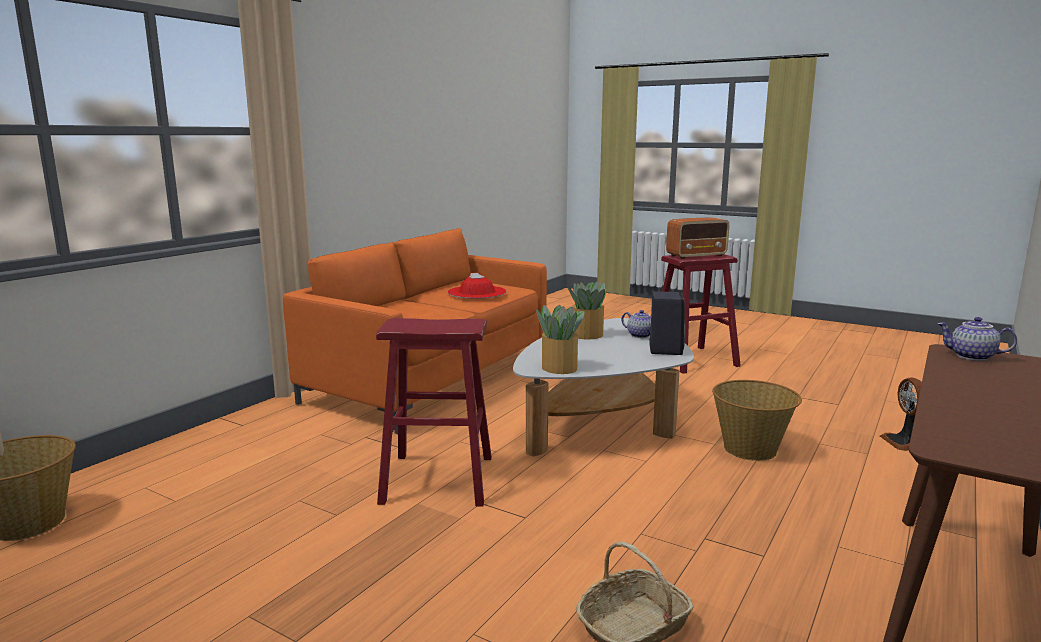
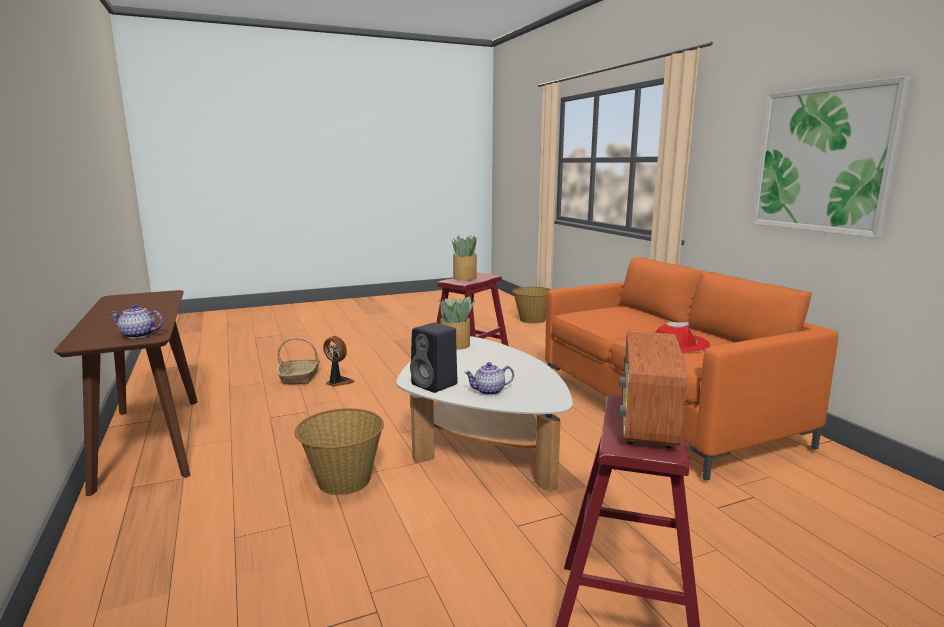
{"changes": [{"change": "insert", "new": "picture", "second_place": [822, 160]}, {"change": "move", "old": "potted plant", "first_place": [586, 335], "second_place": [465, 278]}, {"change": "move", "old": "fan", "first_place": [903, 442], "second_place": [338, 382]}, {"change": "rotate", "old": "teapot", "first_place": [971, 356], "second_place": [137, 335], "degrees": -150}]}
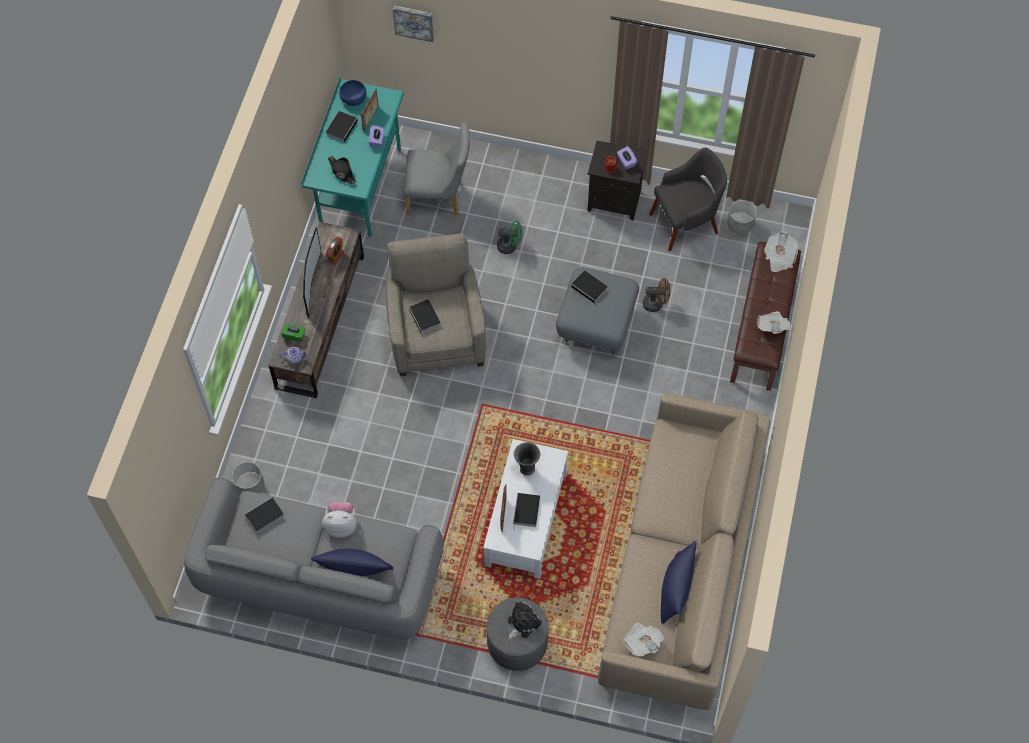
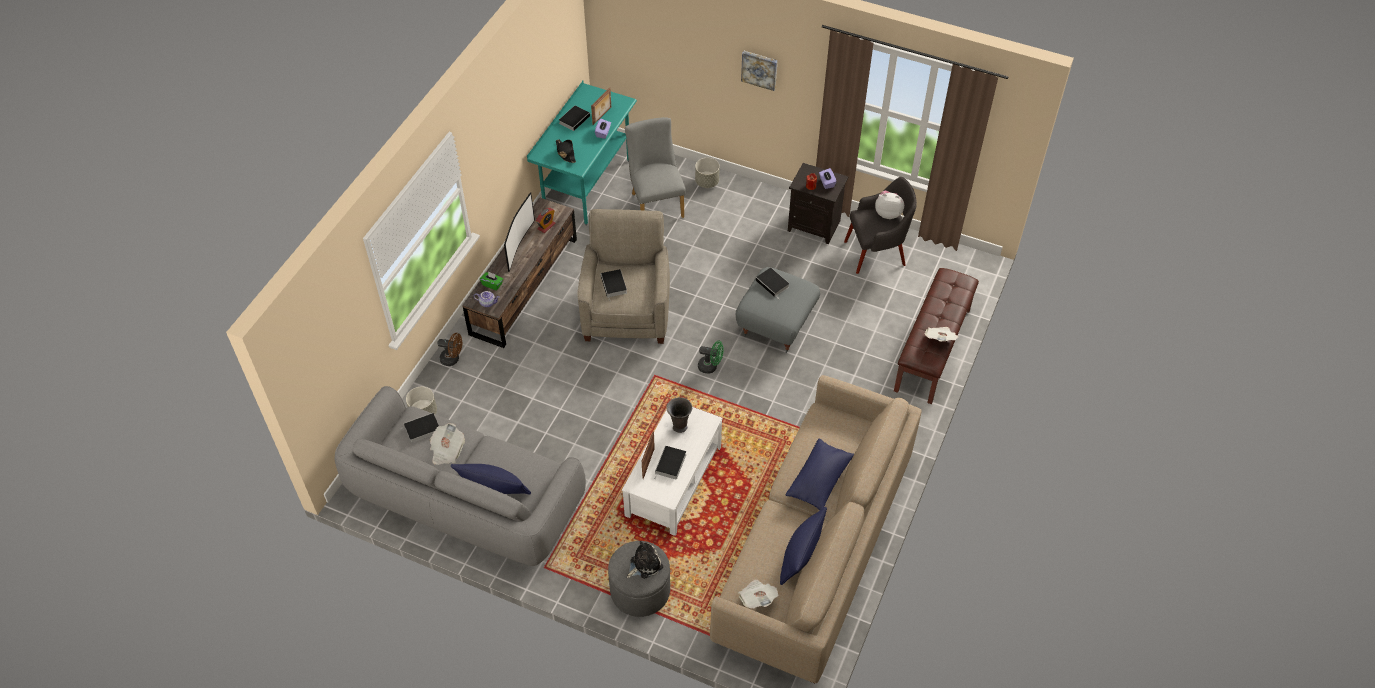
{"changes": [{"change": "delete", "old": "bowl/blue", "first_place": [353, 99]}, {"change": "insert", "new": "pillow/blue", "second_place": [819, 480]}, {"change": "move", "old": "plush toy", "first_place": [341, 525], "second_place": [888, 213]}, {"change": "move", "old": "picture", "first_place": [414, 22], "second_place": [759, 69]}, {"change": "move", "old": "fan/green", "first_place": [510, 246], "second_place": [710, 366]}, {"change": "move", "old": "fan/brown", "first_place": [656, 303], "second_place": [453, 359]}, {"change": "move", "old": "planter/grey", "first_place": [740, 225], "second_place": [707, 182]}, {"change": "move", "old": "newspaper", "first_place": [779, 257], "second_place": [447, 450]}, {"change": "rotate", "old": "chair/grey", "first_place": [439, 197], "second_place": [656, 202], "degrees": -120}]}
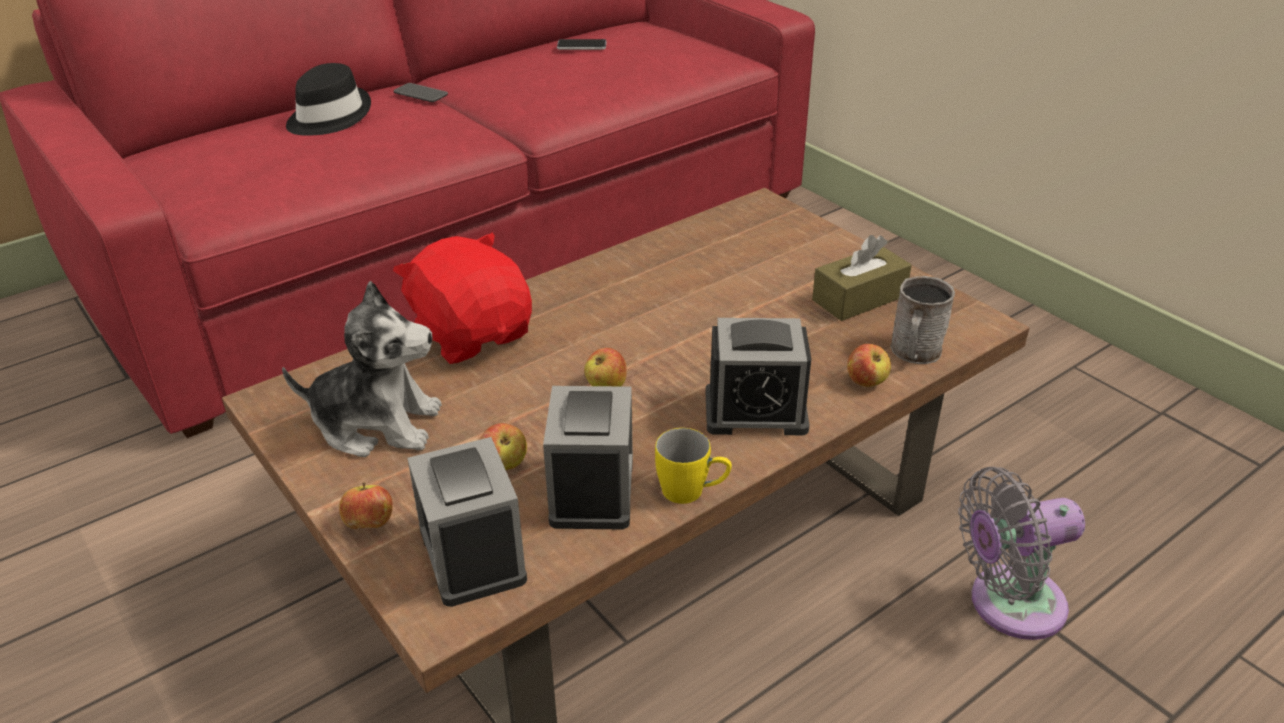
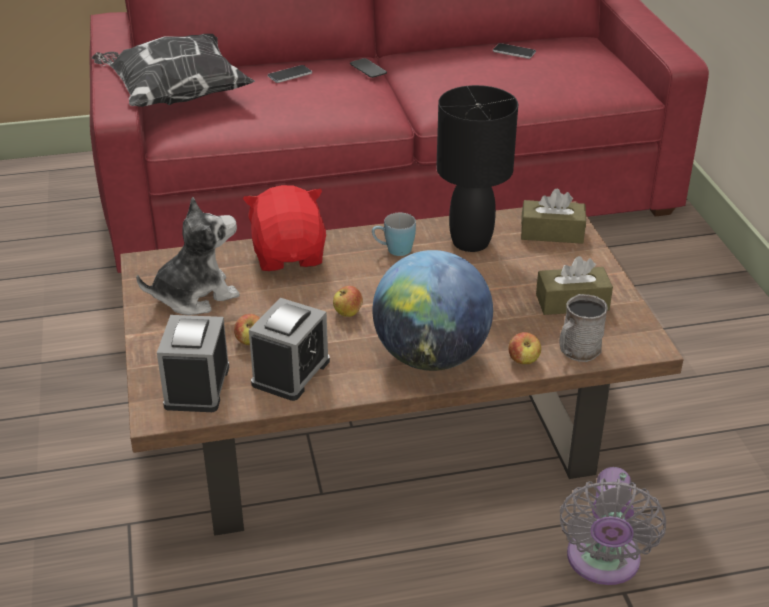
{"changes": [{"change": "delete", "old": "apple", "first_place": [370, 524]}, {"change": "delete", "old": "mug/yellow", "first_place": [692, 492]}, {"change": "insert", "new": "pillow", "second_place": [174, 96]}, {"change": "insert", "new": "mug/blue", "second_place": [393, 250]}, {"change": "insert", "new": "table lamp/black", "second_place": [471, 242]}, {"change": "insert", "new": "tissue box/brown", "second_place": [552, 233]}, {"change": "replace", "old": "hat/black", "new": "phone", "first_place": [328, 117], "second_place": [290, 75]}, {"change": "replace", "old": "alarm clock", "new": "globe", "first_place": [755, 411], "second_place": [431, 357]}, {"change": "rotate", "old": "plush toy", "first_place": [377, 424], "second_place": [195, 295], "degrees": -60}, {"change": "rotate", "old": "fan/grey", "first_place": [1008, 604], "second_place": [602, 563], "degrees": -90}]}
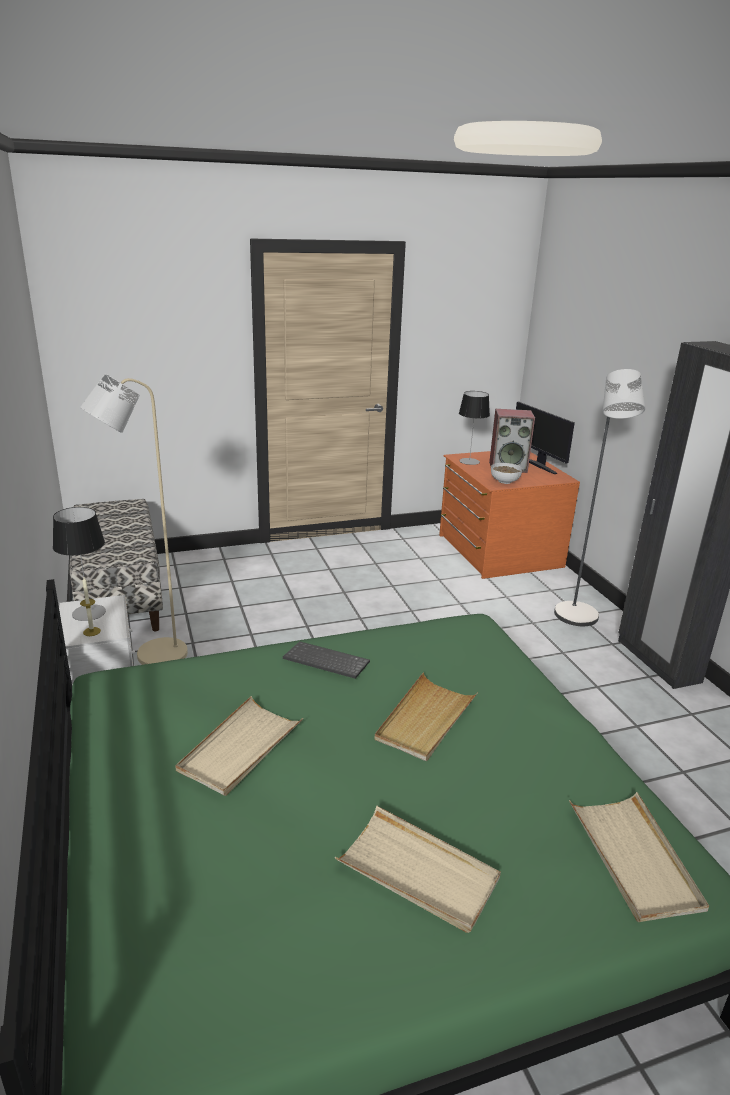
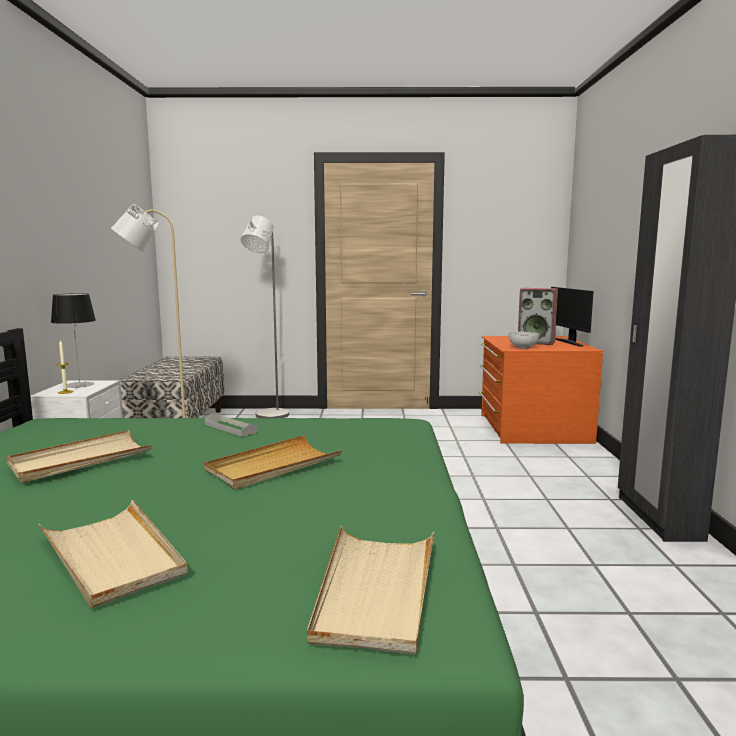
{"changes": [{"change": "delete", "old": "table lamp", "first_place": [469, 461]}, {"change": "move", "old": "floor lamp/grey", "first_place": [577, 619], "second_place": [268, 416]}, {"change": "replace", "old": "keyboard", "new": "tray/grey", "first_place": [324, 662], "second_place": [230, 428]}]}
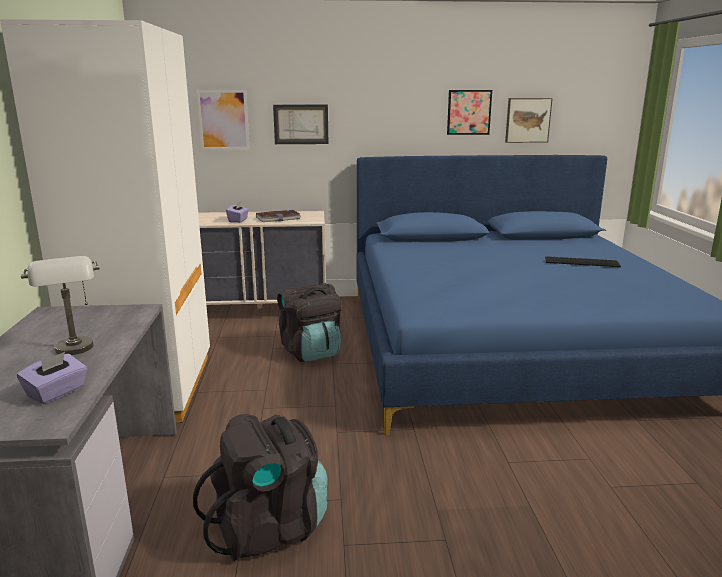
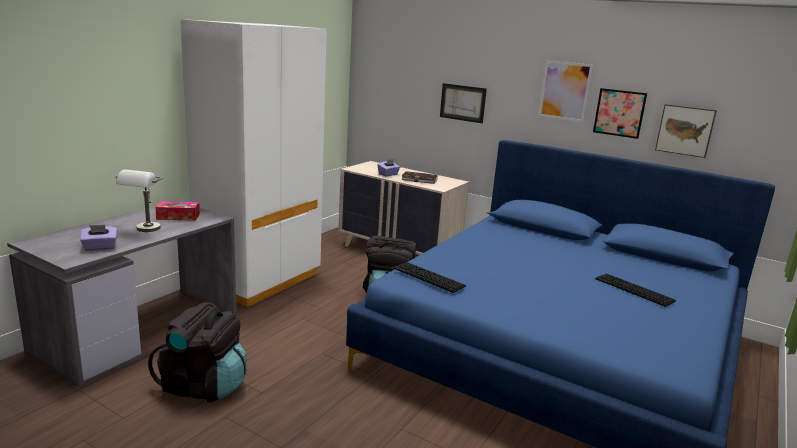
{"changes": [{"change": "insert", "new": "tissue box", "second_place": [178, 216]}, {"change": "insert", "new": "keyboard", "second_place": [428, 277]}, {"change": "move", "old": "picture", "first_place": [223, 120], "second_place": [565, 91]}]}
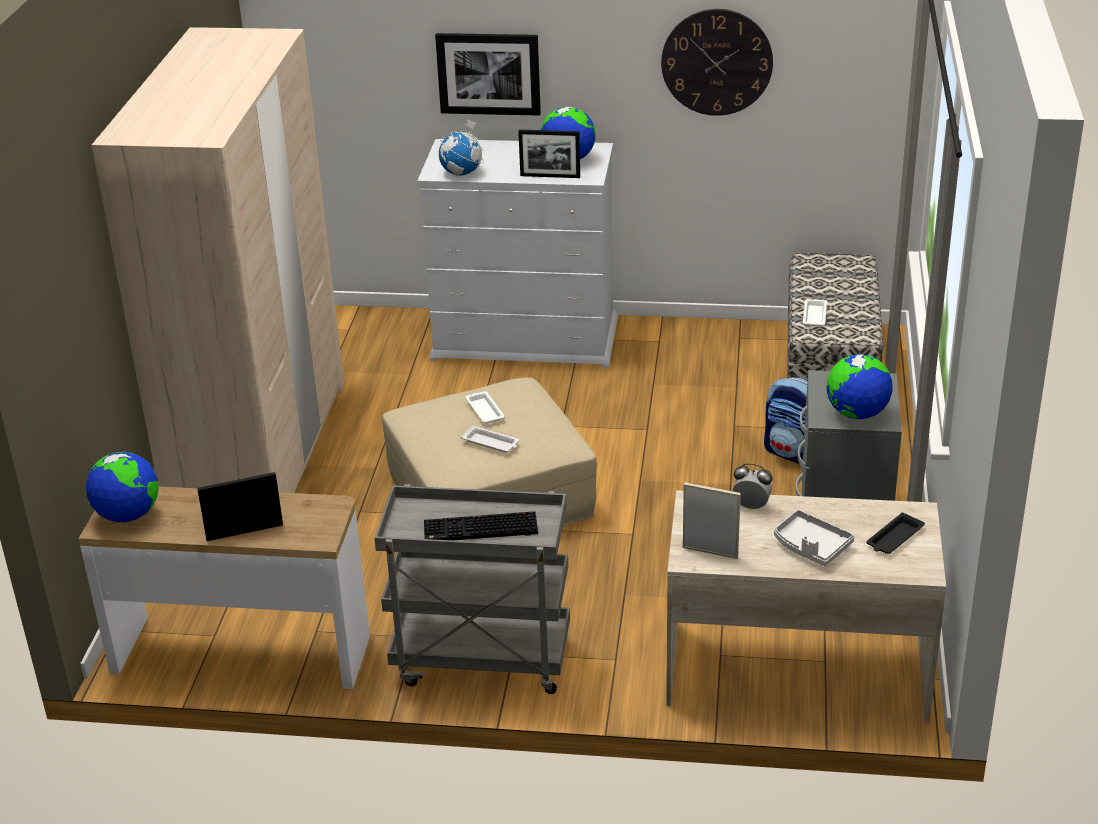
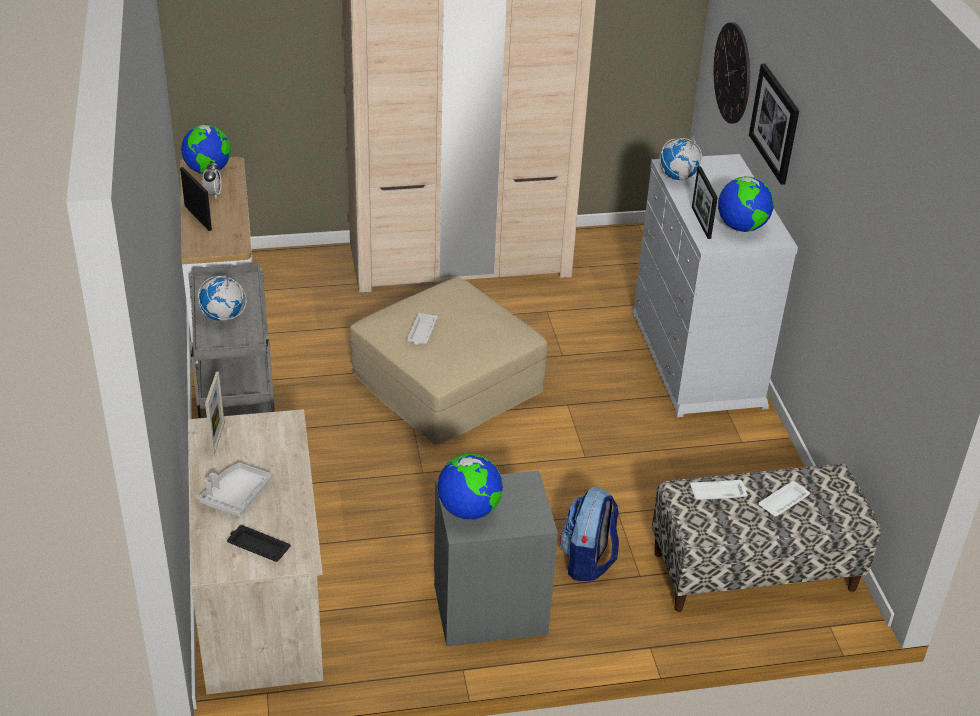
{"changes": [{"change": "move", "old": "tray/white", "first_place": [484, 410], "second_place": [784, 501]}, {"change": "move", "old": "wall clock", "first_place": [717, 62], "second_place": [732, 73]}, {"change": "move", "old": "alarm clock", "first_place": [751, 506], "second_place": [213, 194]}, {"change": "replace", "old": "keyboard", "new": "globe", "first_place": [479, 530], "second_place": [223, 317]}]}
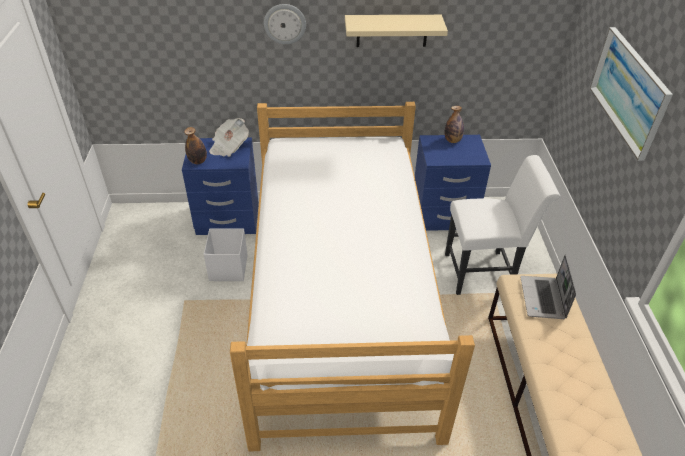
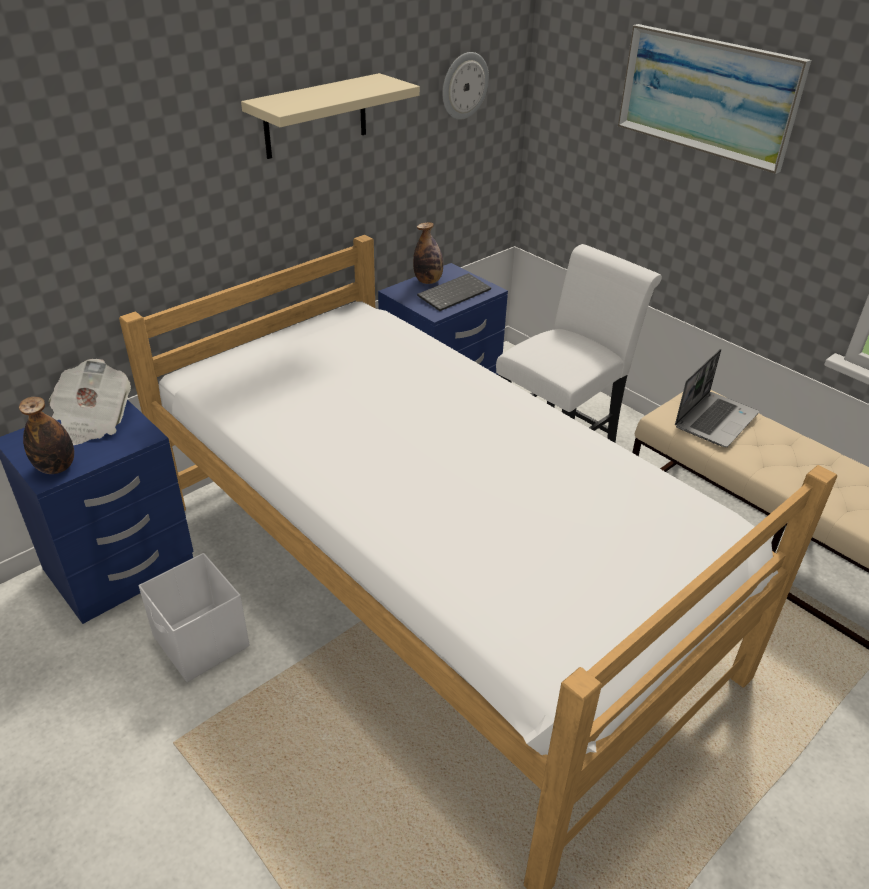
{"changes": [{"change": "insert", "new": "keyboard", "second_place": [454, 293]}, {"change": "move", "old": "wall clock", "first_place": [285, 23], "second_place": [464, 85]}, {"change": "rotate", "old": "laptop", "first_place": [543, 299], "second_place": [715, 420], "degrees": -105}]}
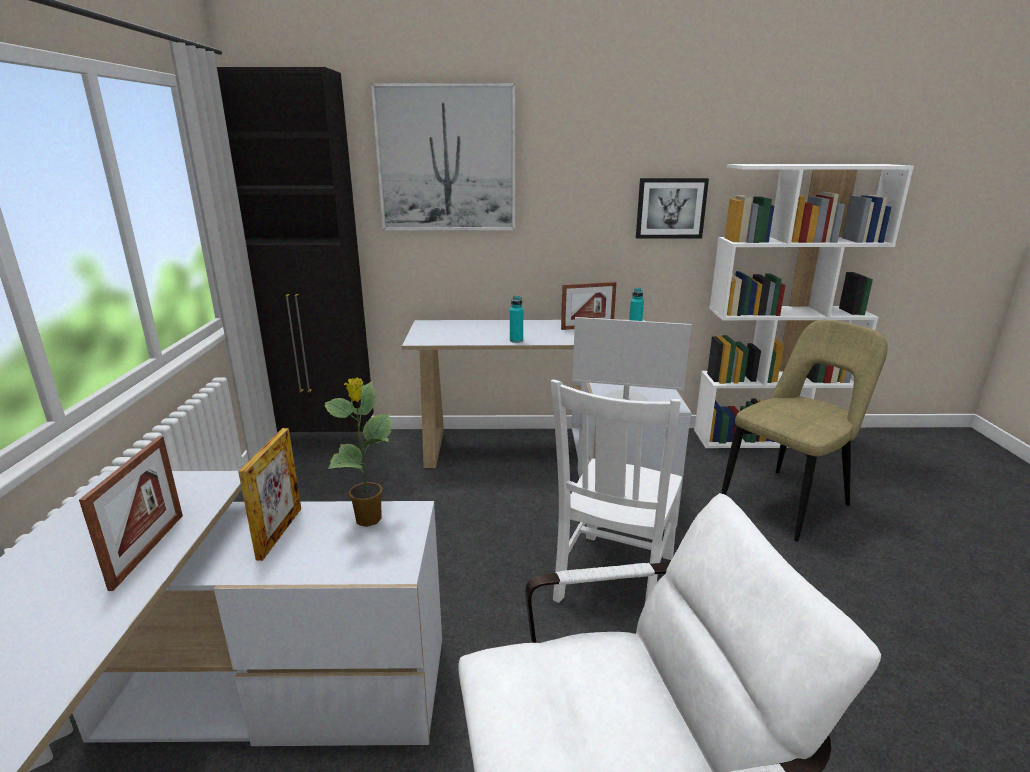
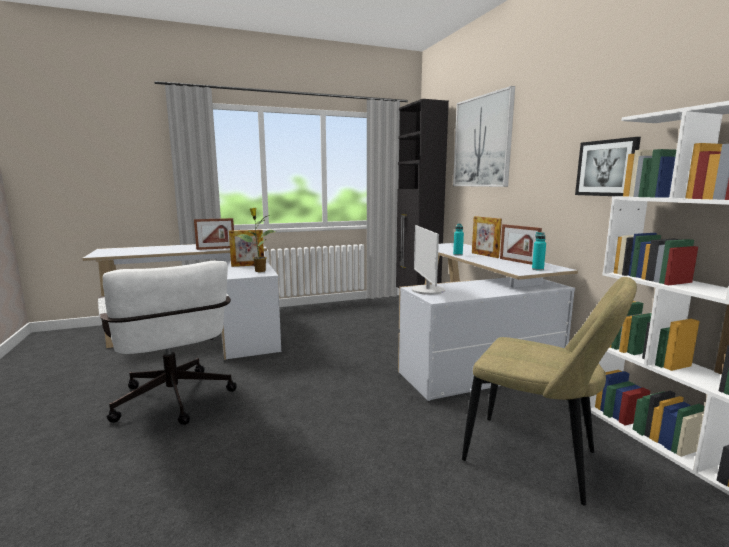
{"changes": [{"change": "delete", "old": "chair/white", "first_place": [613, 580]}, {"change": "insert", "new": "picture frame", "second_place": [484, 255]}]}
